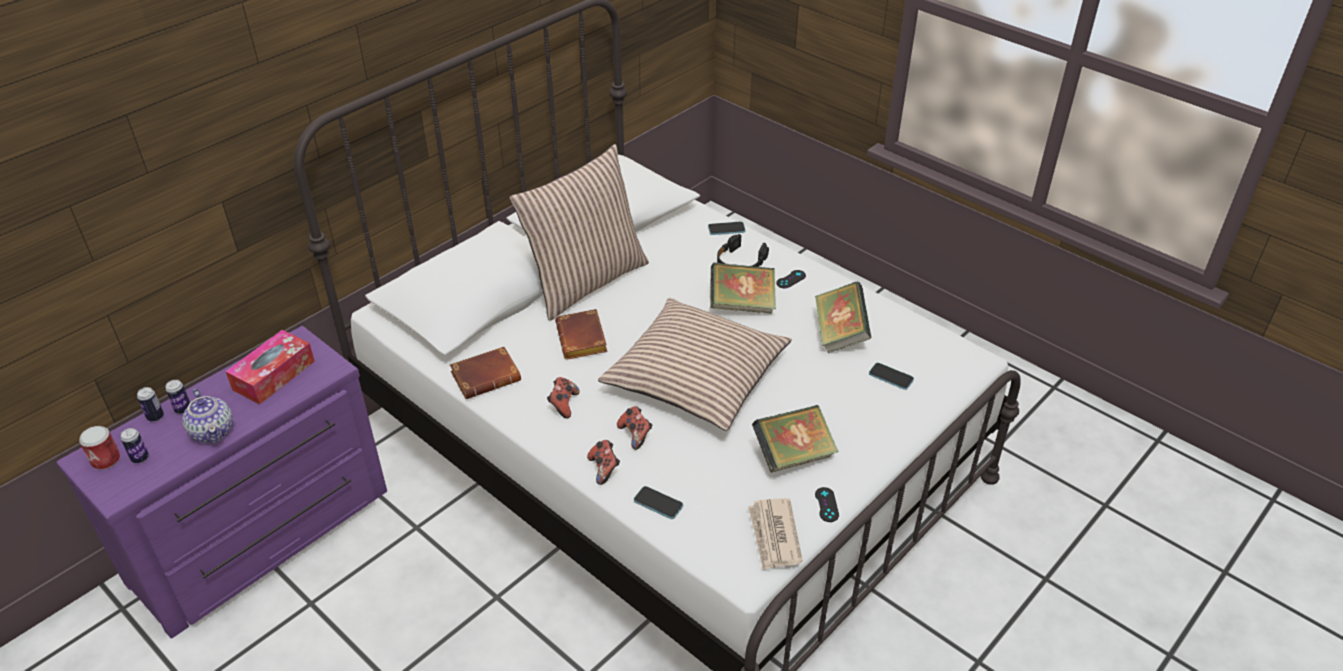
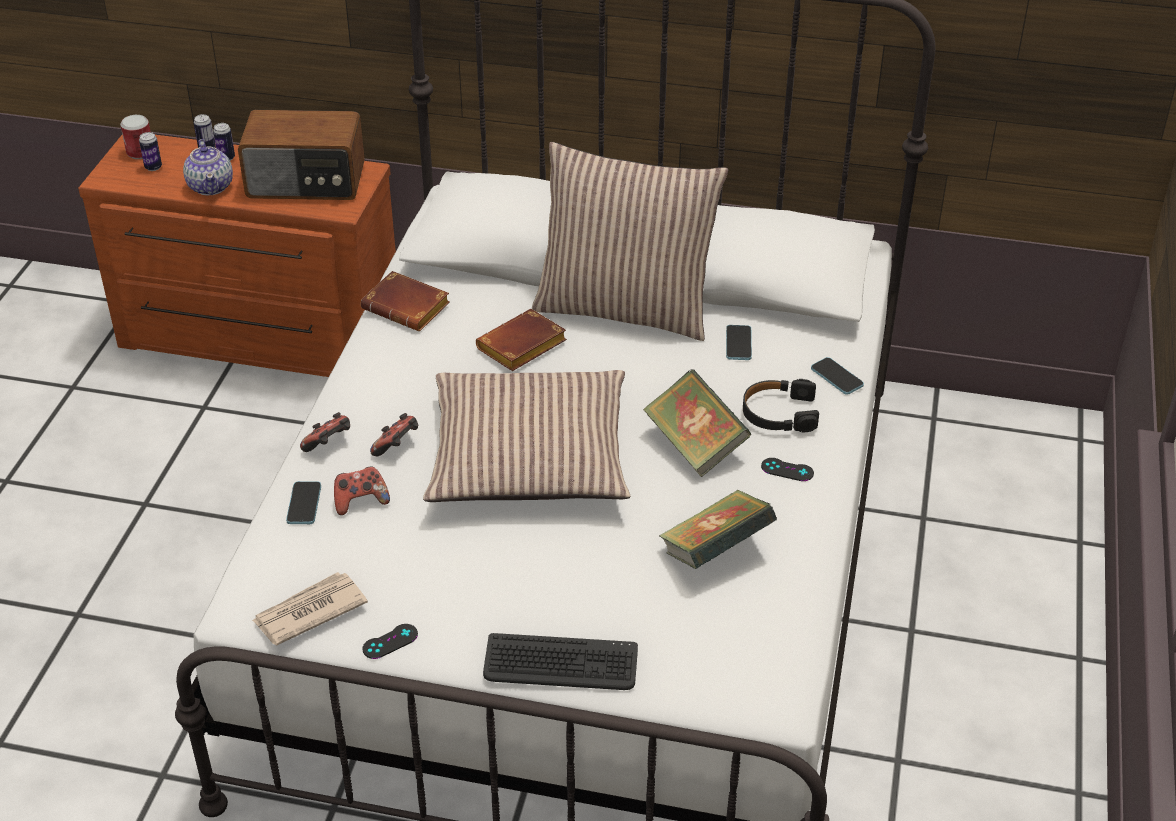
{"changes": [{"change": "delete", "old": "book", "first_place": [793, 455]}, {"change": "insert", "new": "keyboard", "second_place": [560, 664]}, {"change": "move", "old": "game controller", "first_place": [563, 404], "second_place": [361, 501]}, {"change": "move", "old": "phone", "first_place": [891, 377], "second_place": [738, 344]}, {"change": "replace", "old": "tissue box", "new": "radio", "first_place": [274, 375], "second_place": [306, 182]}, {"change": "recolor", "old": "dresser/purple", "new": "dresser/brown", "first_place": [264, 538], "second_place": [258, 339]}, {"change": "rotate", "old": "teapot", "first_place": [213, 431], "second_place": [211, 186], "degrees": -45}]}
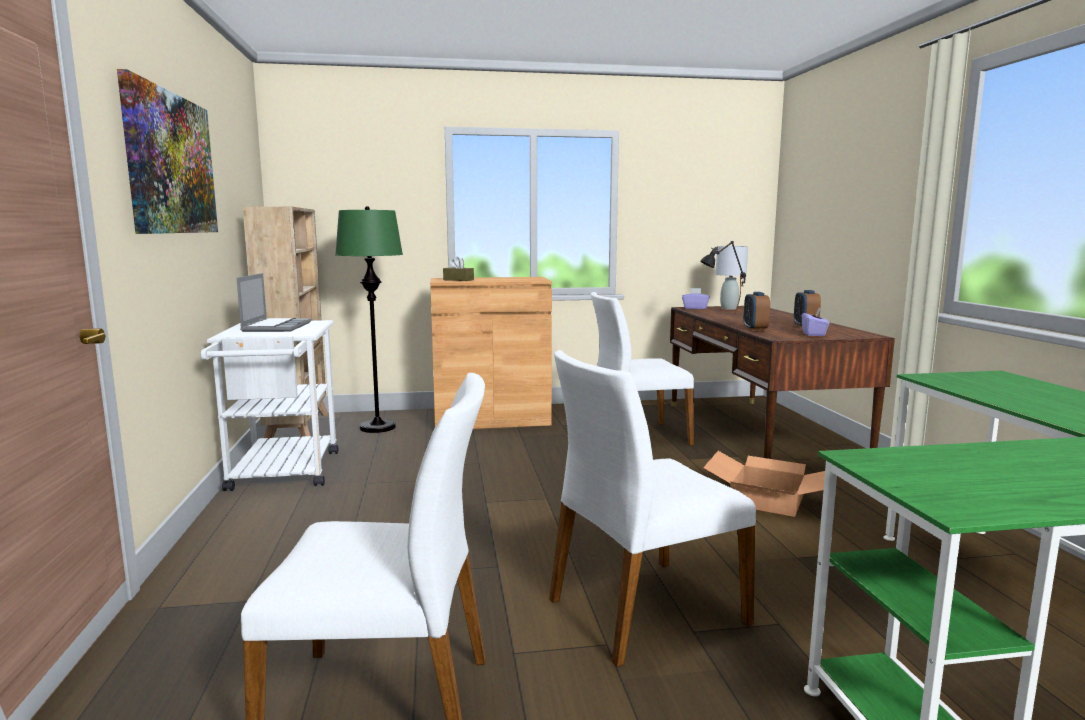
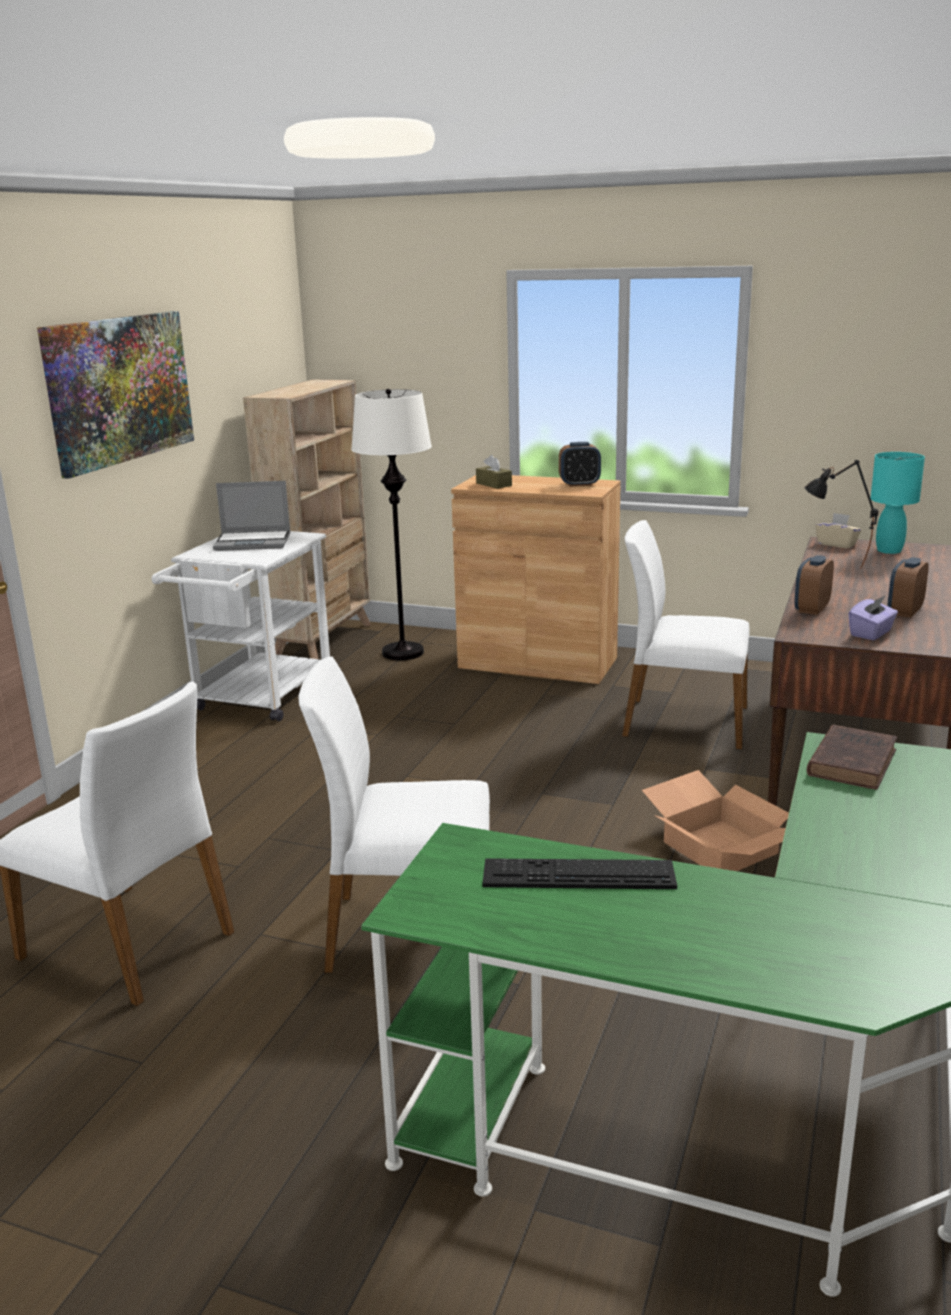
{"changes": [{"change": "insert", "new": "keyboard", "second_place": [578, 874]}, {"change": "insert", "new": "alarm clock", "second_place": [579, 484]}, {"change": "insert", "new": "book/brown", "second_place": [852, 761]}, {"change": "recolor", "old": "floor lamp/green", "new": "floor lamp/white", "first_place": [378, 427], "second_place": [403, 652]}, {"change": "recolor", "old": "tissue box/purple", "new": "tissue box/beige", "first_place": [695, 308], "second_place": [837, 544]}, {"change": "recolor", "old": "table lamp/grey", "new": "table lamp/turquoise", "first_place": [729, 308], "second_place": [889, 551]}, {"change": "rotate", "old": "laptop", "first_place": [276, 327], "second_place": [254, 542], "degrees": 60}]}
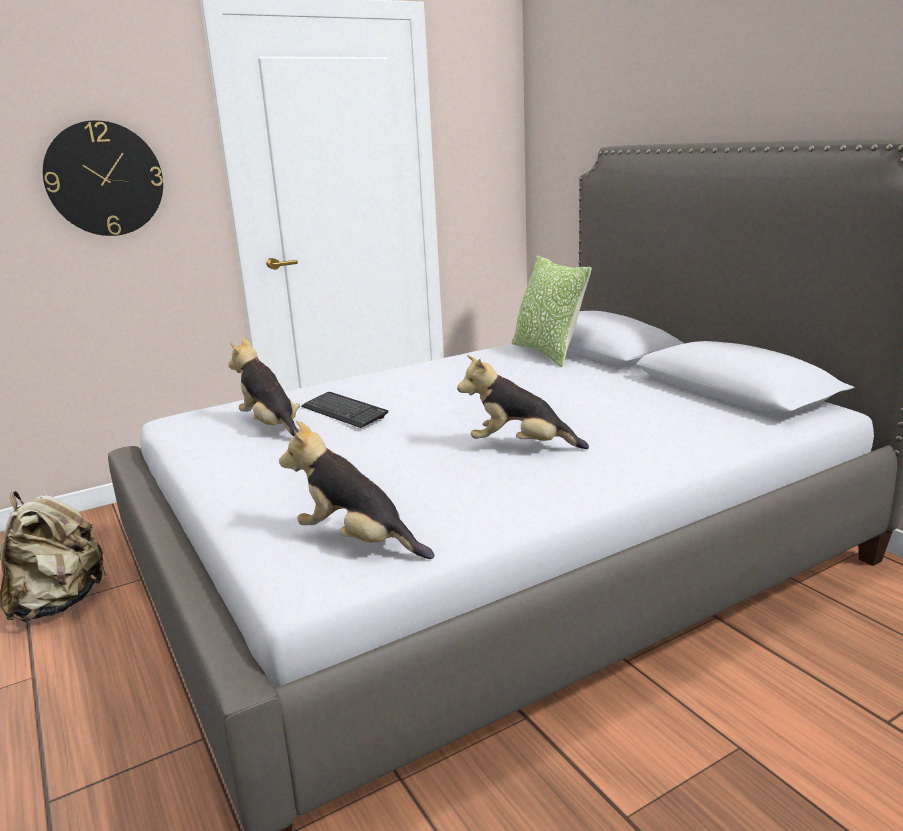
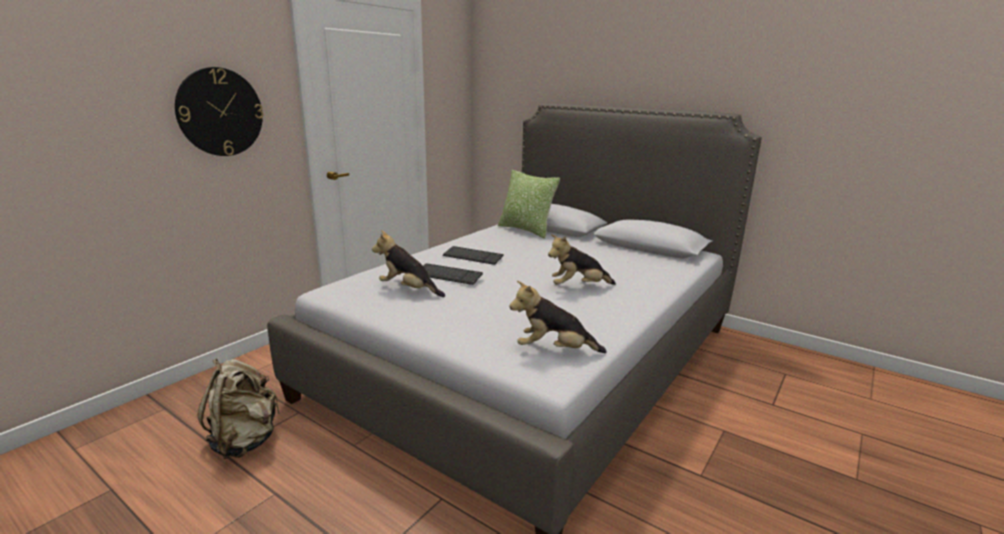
{"changes": [{"change": "insert", "new": "keyboard", "second_place": [473, 257]}]}
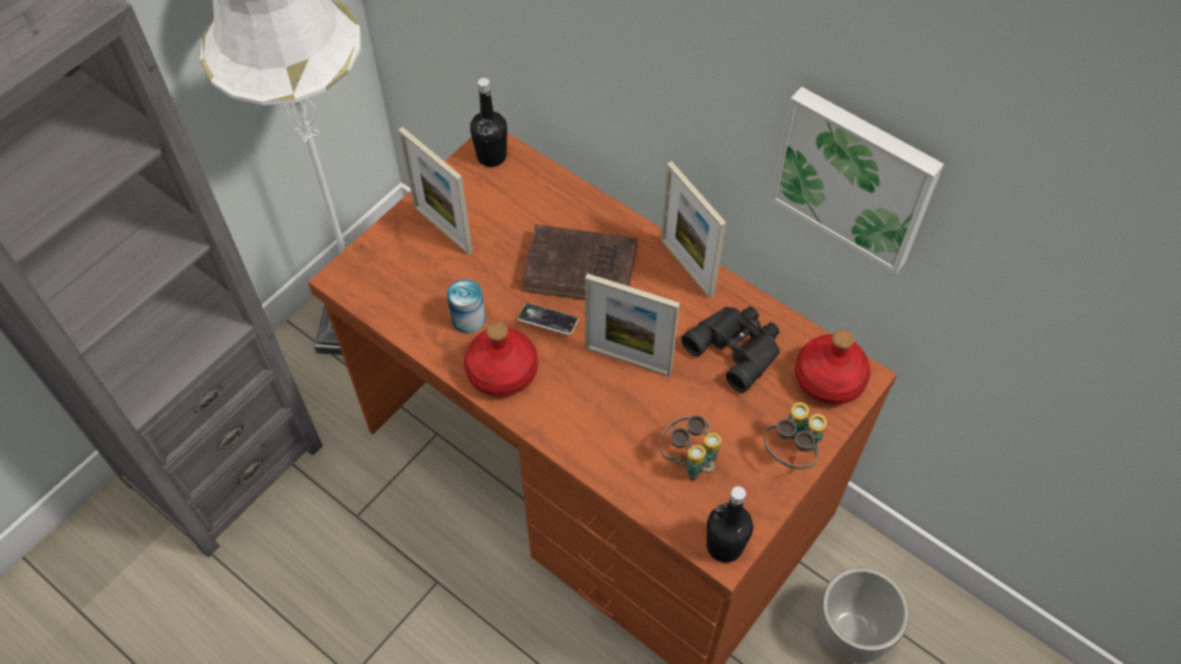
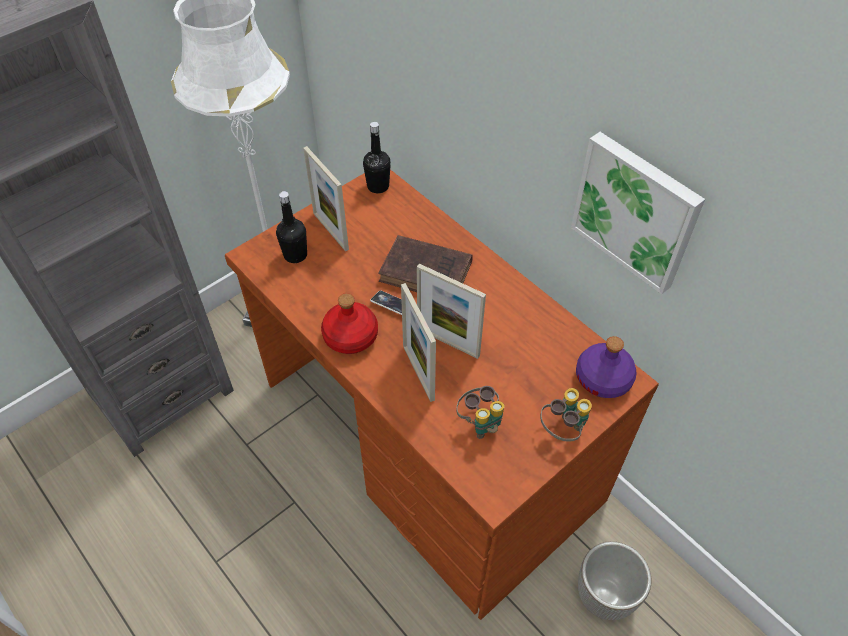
{"changes": [{"change": "delete", "old": "can", "first_place": [468, 318]}, {"change": "delete", "old": "binoculars/black", "first_place": [737, 347]}, {"change": "move", "old": "picture frame", "first_place": [686, 267], "second_place": [418, 372]}, {"change": "move", "old": "bottle/black", "first_place": [724, 546], "second_place": [295, 255]}, {"change": "recolor", "old": "bottle/red", "new": "bottle/purple", "first_place": [829, 378], "second_place": [603, 378]}]}
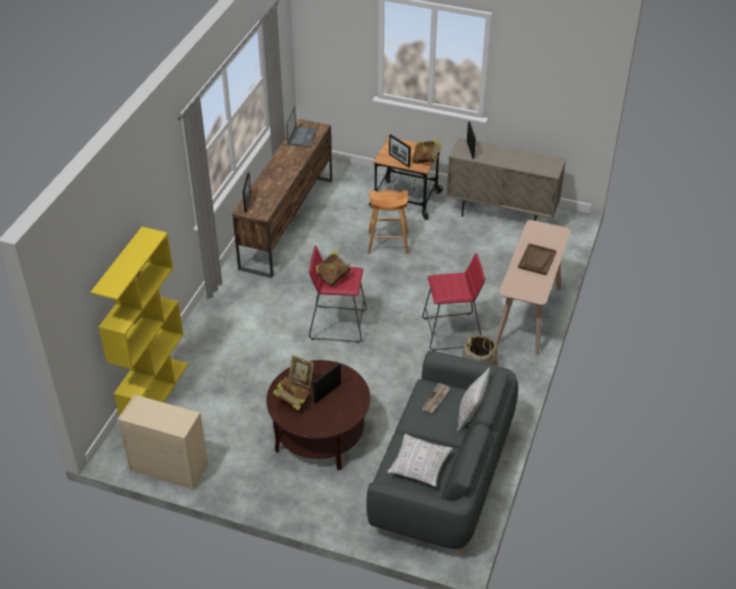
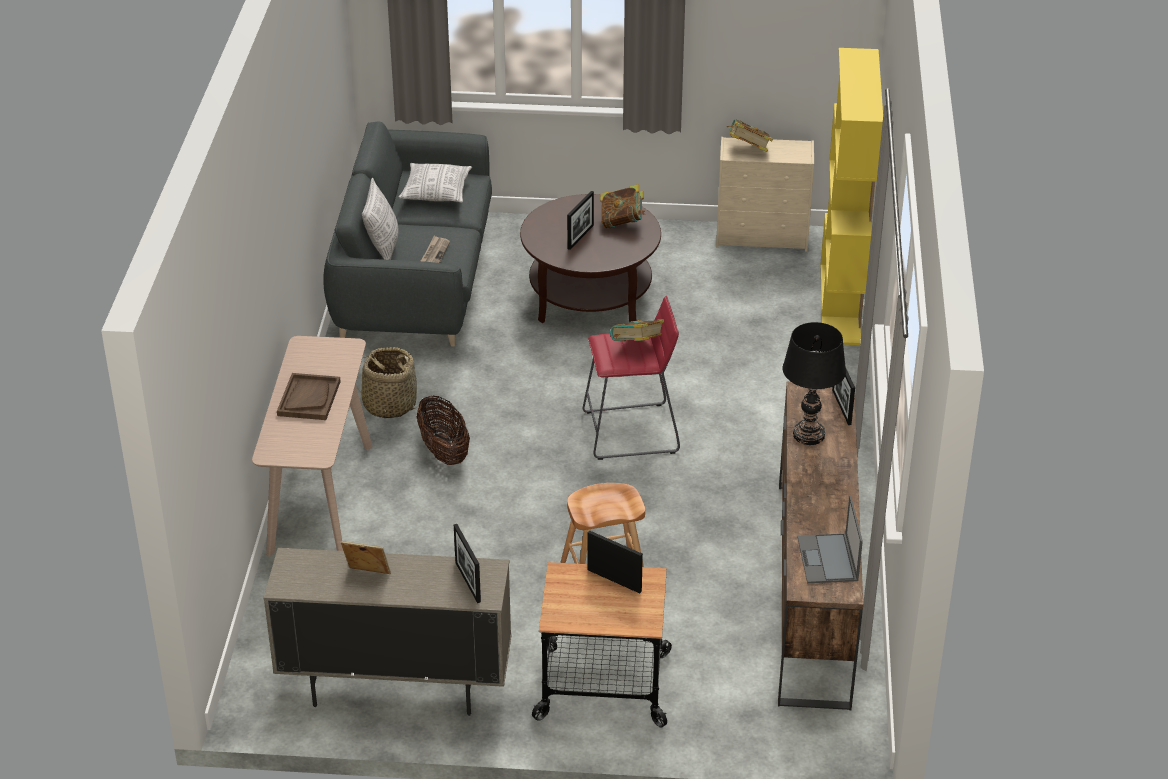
{"changes": [{"change": "insert", "new": "table lamp/black", "second_place": [808, 435]}, {"change": "move", "old": "picture frame", "first_place": [301, 381], "second_place": [367, 576]}, {"change": "move", "old": "book", "first_place": [426, 161], "second_place": [748, 150]}, {"change": "replace", "old": "stool/red", "new": "basket", "first_place": [452, 332], "second_place": [444, 451]}]}
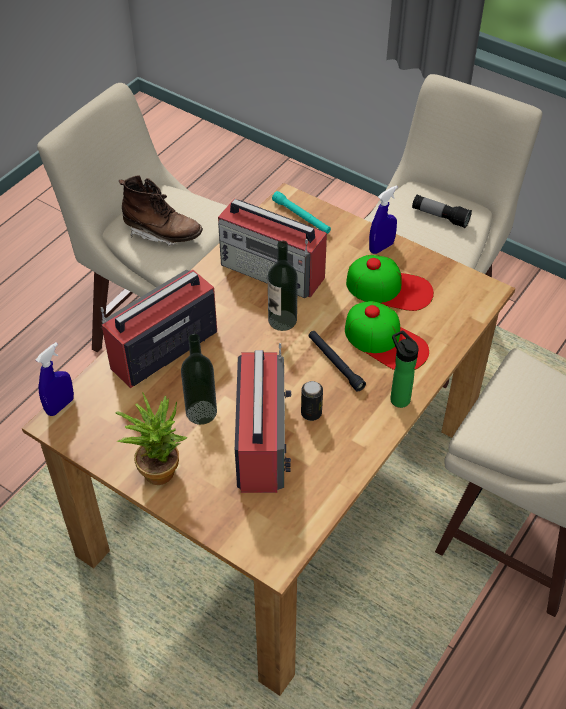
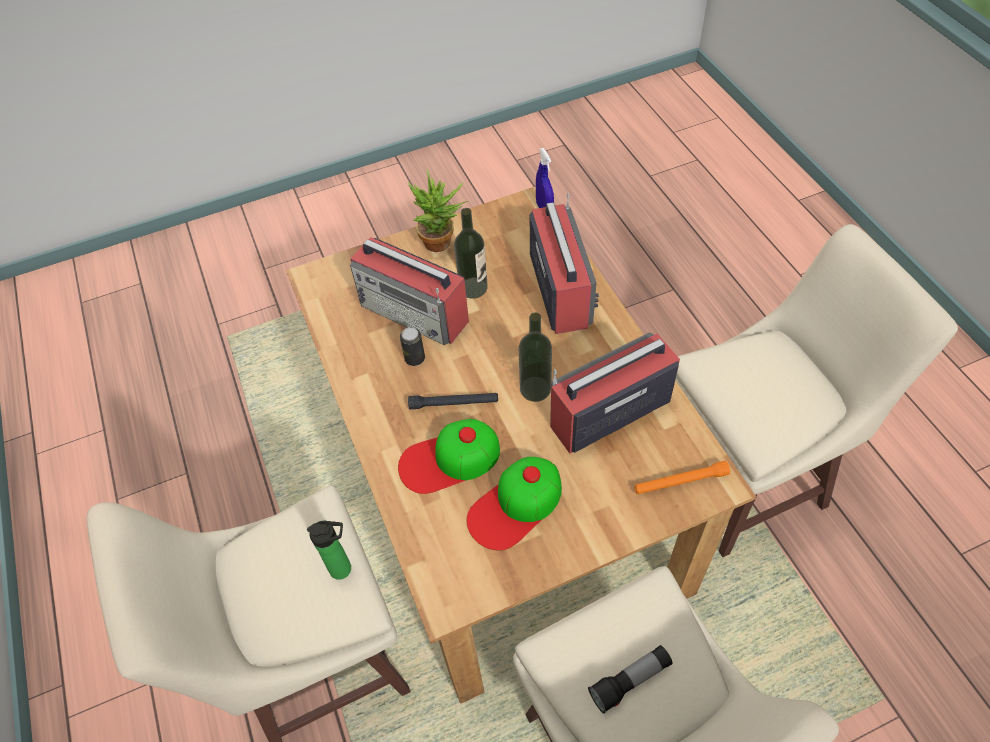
{"changes": [{"change": "delete", "old": "boot/brown", "first_place": [162, 233]}, {"change": "delete", "old": "spray bottle/blue", "first_place": [381, 247]}, {"change": "move", "old": "bottle", "first_place": [398, 397], "second_place": [344, 569]}, {"change": "recolor", "old": "flashlight/turquoise", "new": "flashlight/orange", "first_place": [301, 217], "second_place": [680, 482]}]}
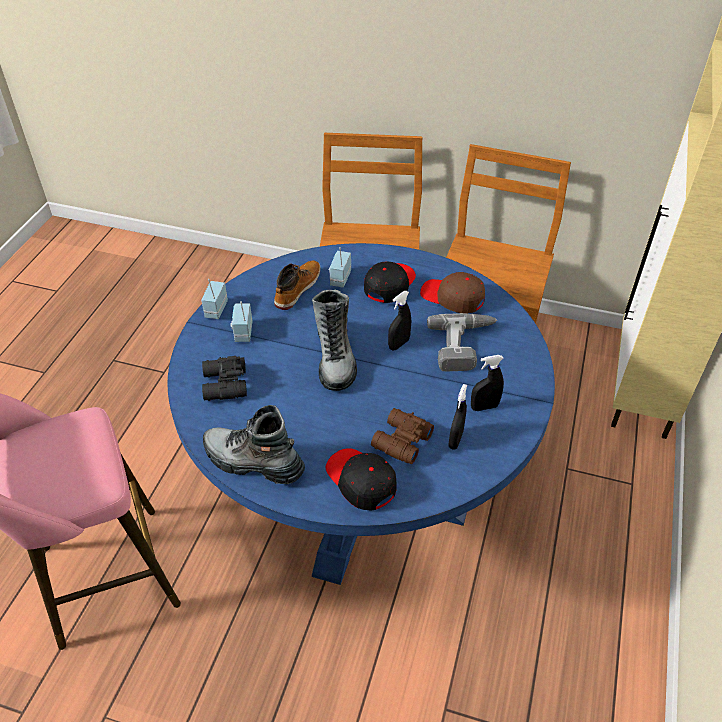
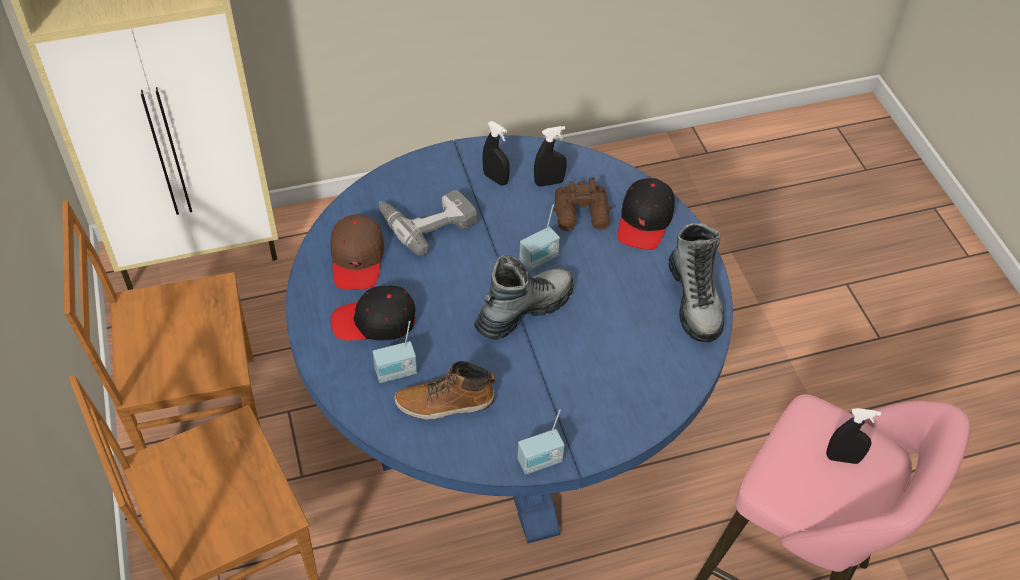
{"changes": [{"change": "delete", "old": "binoculars/black", "first_place": [224, 385]}, {"change": "move", "old": "radio", "first_place": [242, 332], "second_place": [539, 260]}, {"change": "move", "old": "spray bottle/black", "first_place": [399, 344], "second_place": [843, 458]}]}
